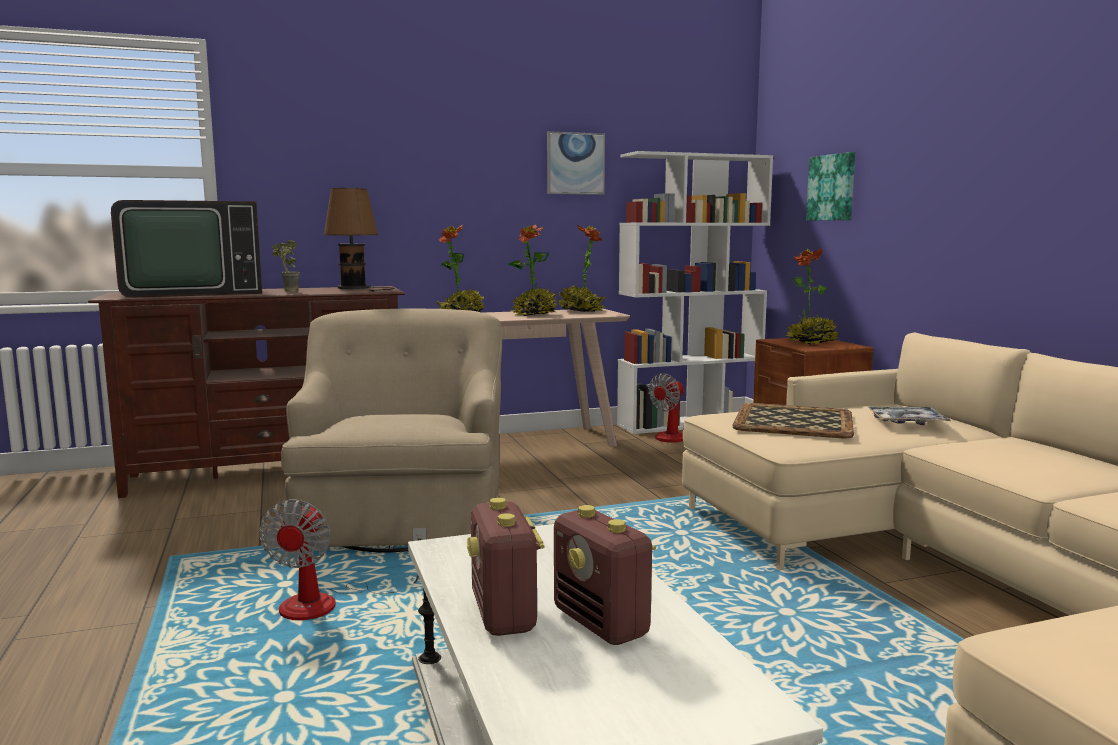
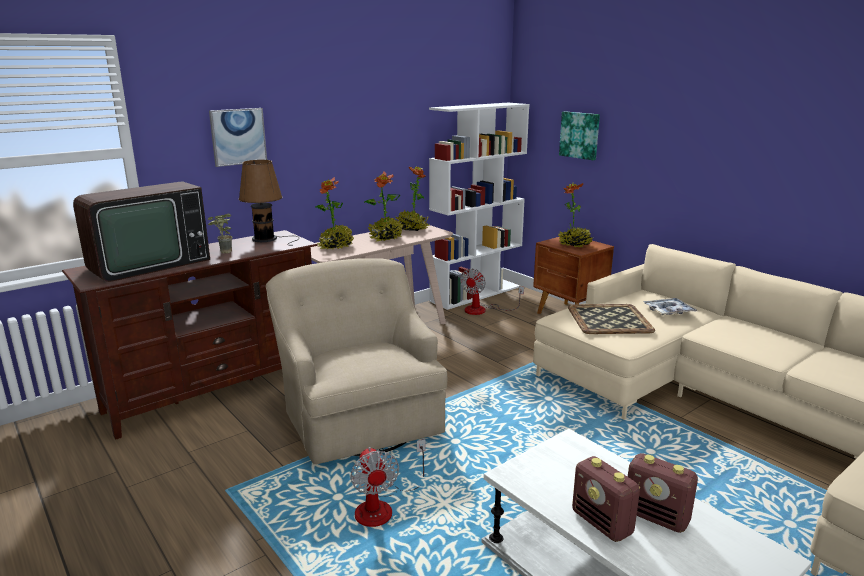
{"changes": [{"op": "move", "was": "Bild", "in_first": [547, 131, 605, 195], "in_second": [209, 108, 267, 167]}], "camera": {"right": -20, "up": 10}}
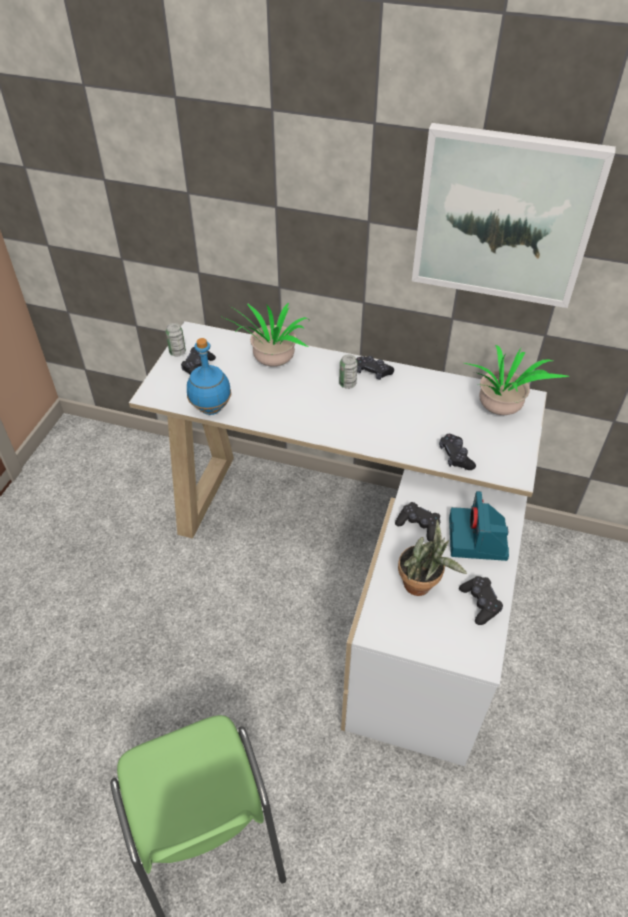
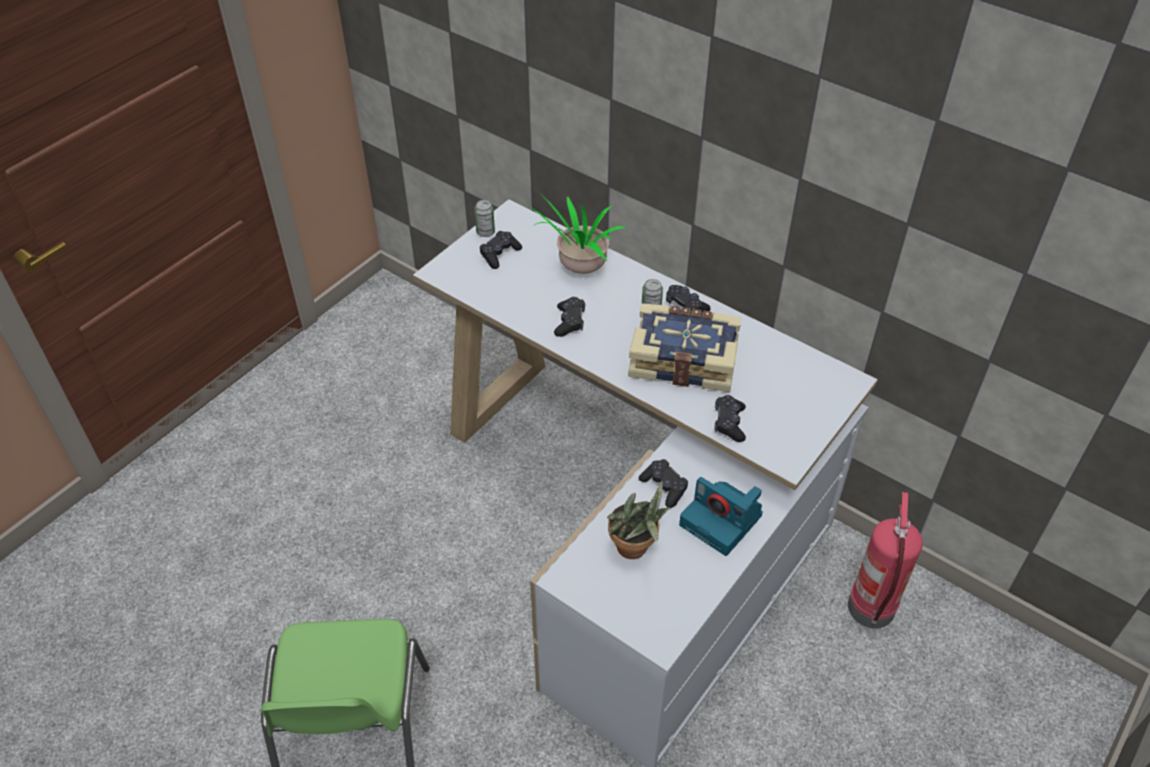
{"changes": [{"op": "delete", "was": "Flasche [blau]", "in_first": [187, 338, 231, 415]}, {"op": "delete", "was": "Bild", "in_first": [412, 123, 616, 308]}, {"op": "rotate", "was": "Kamera", "in_first": [449, 491, 509, 561], "in_second": [679, 477, 763, 556], "clockwise": -75}, {"op": "move", "was": "Gamepad [schwarz]", "in_first": [459, 576, 503, 625], "in_second": [554, 297, 585, 337]}, {"op": "delete", "was": "Topfpflanze", "in_first": [464, 345, 569, 415]}, {"op": "insert", "now": "Buch", "in_second": [628, 304, 741, 392]}, {"op": "insert", "now": "Feuerlöscher", "in_second": [848, 492, 923, 628]}], "camera": {"right": 20, "up": 0}}
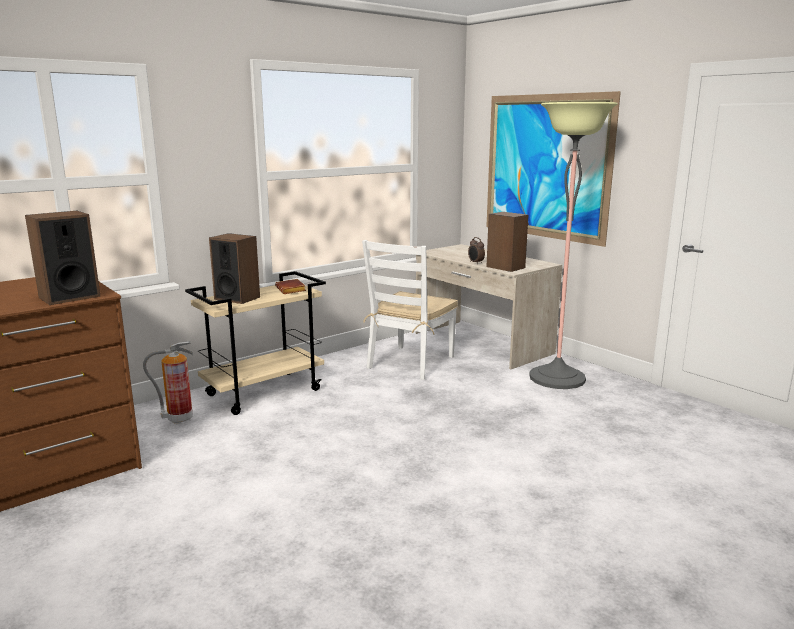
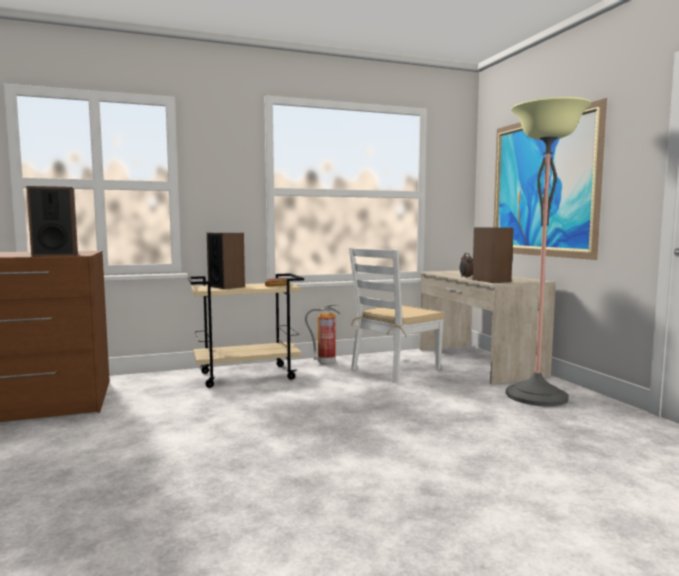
{"changes": [{"op": "move", "was": "Feuerlöscher", "in_first": [143, 341, 193, 424], "in_second": [305, 304, 340, 365]}], "camera": {"right": 20, "up": -10}}
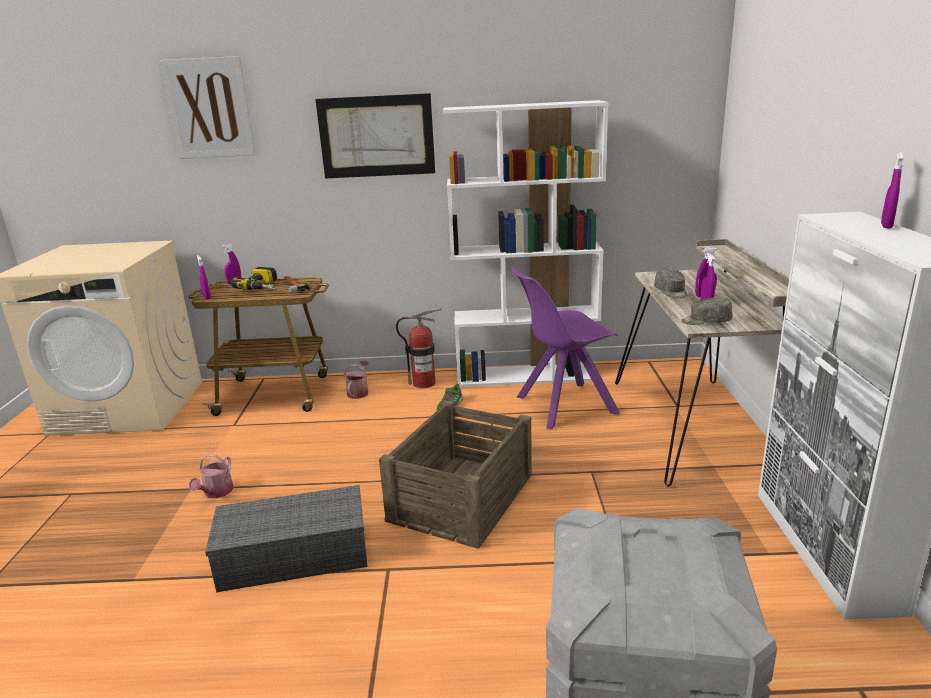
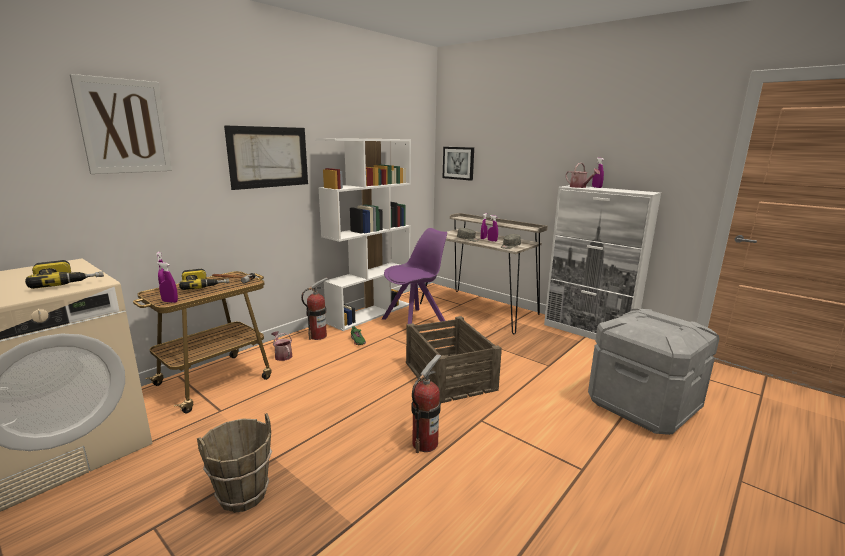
{"changes": [{"op": "move", "was": "Gießkanne", "in_first": [188, 454, 234, 498], "in_second": [565, 163, 600, 188]}, {"op": "replace", "was": "Aufbewahrungsbox [grau]", "now": "Feuerlöscher", "in_first": [205, 485, 368, 592], "in_second": [412, 354, 441, 453]}, {"op": "rotate", "was": "Stuhl [lila]", "in_first": [511, 266, 619, 429], "in_second": [382, 228, 447, 324], "clockwise": -150}, {"op": "insert", "now": "Bohrmaschine", "in_second": [25, 260, 104, 289]}, {"op": "insert", "now": "Eimer [braun]", "in_second": [197, 413, 272, 513]}, {"op": "insert", "now": "Bild", "in_second": [443, 147, 474, 181]}], "camera": {"right": -50, "up": -5}}
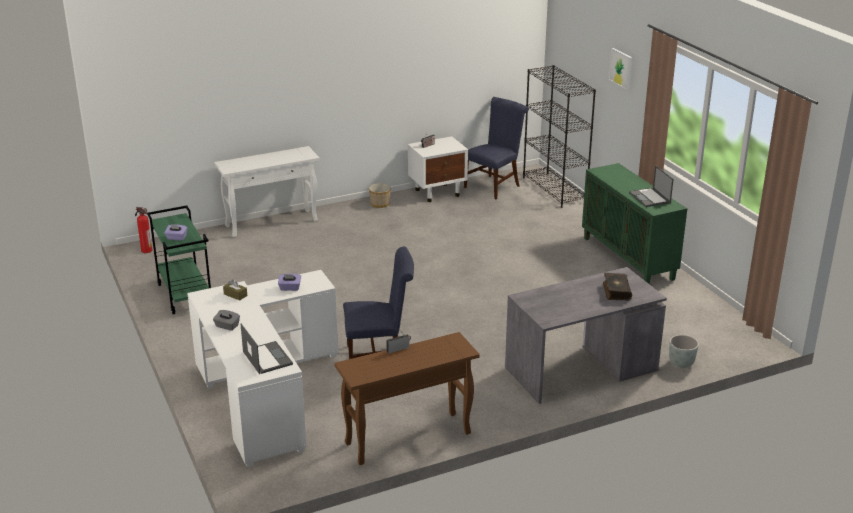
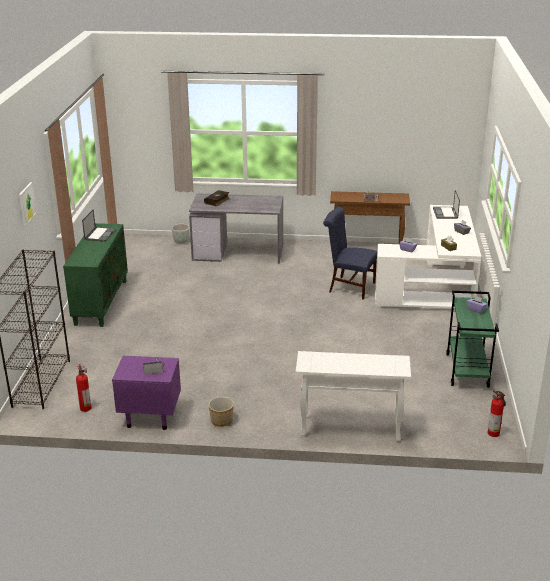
{"changes": [{"op": "recolor", "was": "Nachttisch [weiß]", "now": "Nachttisch [lila]", "in_first": [408, 136, 468, 202], "in_second": [112, 356, 181, 430]}, {"op": "replace", "was": "Stuhl [blau]", "now": "Feuerlöscher", "in_first": [464, 97, 529, 199], "in_second": [76, 364, 92, 412]}], "camera": {"right": -150, "up": 0}}
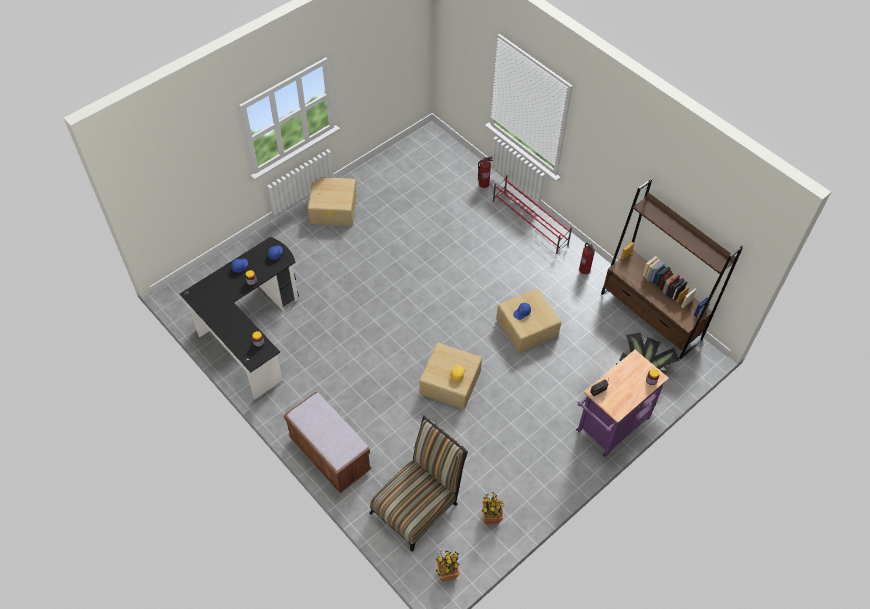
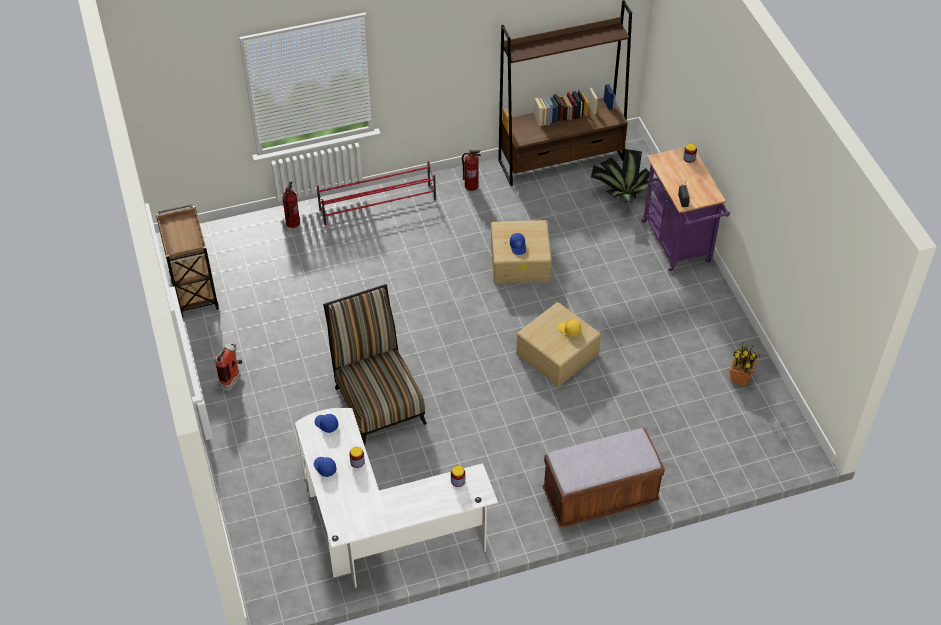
{"changes": [{"op": "recolor", "was": "Schreibtisch [schwarz]", "now": "Schreibtisch [weiß]", "in_first": [180, 237, 299, 399], "in_second": [295, 408, 498, 588]}, {"op": "replace", "was": "Aufbewahrungsbox [beige]", "now": "Feuerlöscher", "in_first": [308, 177, 357, 226], "in_second": [215, 343, 242, 391]}, {"op": "move", "was": "Stuhl", "in_first": [369, 416, 468, 552], "in_second": [323, 284, 427, 446]}, {"op": "delete", "was": "Topfpflanze", "in_first": [435, 551, 460, 582]}, {"op": "insert", "now": "Rollwagen [braun]", "in_second": [156, 204, 219, 318]}], "camera": {"right": -65, "up": -5}}
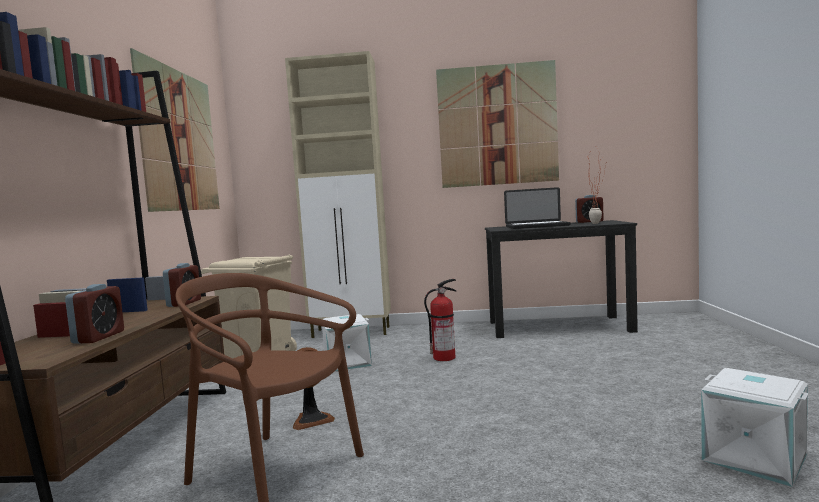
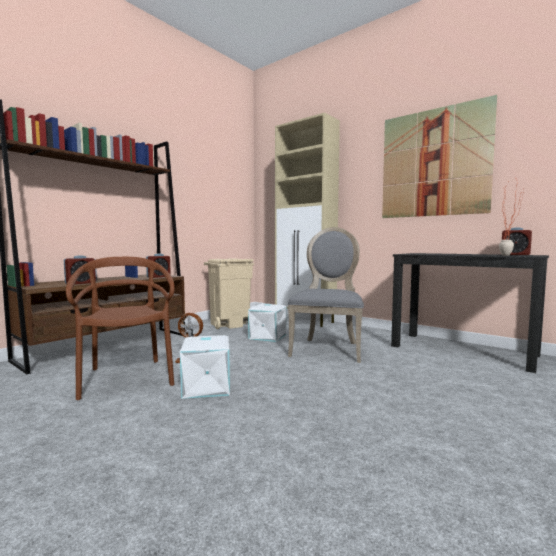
{"changes": [{"op": "delete", "was": "Bild", "in_first": [130, 48, 220, 212]}, {"op": "replace", "was": "Feuerlöscher", "now": "Stuhl [grau]", "in_first": [424, 279, 457, 361], "in_second": [288, 227, 364, 363]}, {"op": "delete", "was": "Laptop", "in_first": [504, 187, 571, 229]}, {"op": "move", "was": "Aufbewahrungsbox [weiß]", "in_first": [701, 368, 809, 487], "in_second": [180, 335, 230, 399]}], "camera": {"right": 35, "up": 0}}
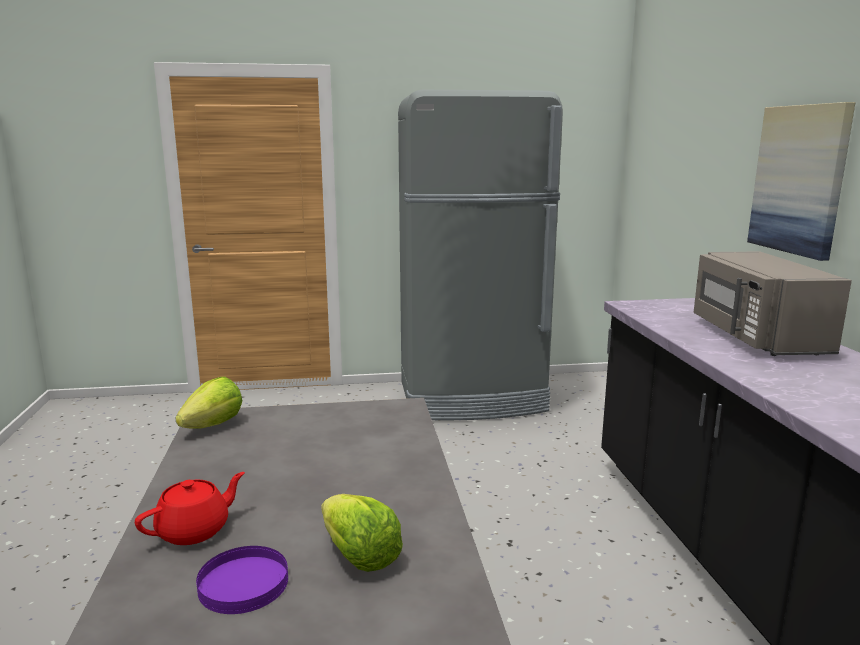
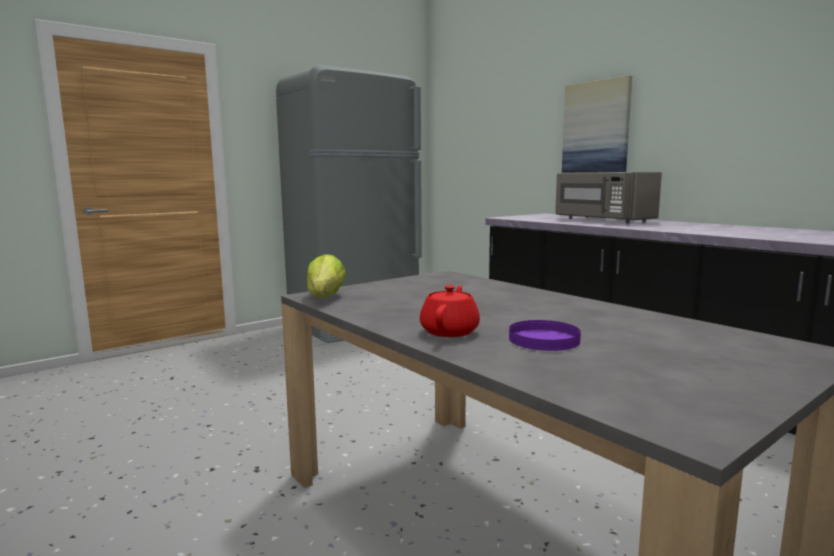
{"changes": [{"op": "delete", "was": "Salatkopf", "in_first": [321, 494, 403, 572]}], "camera": {"right": -30, "up": -5}}
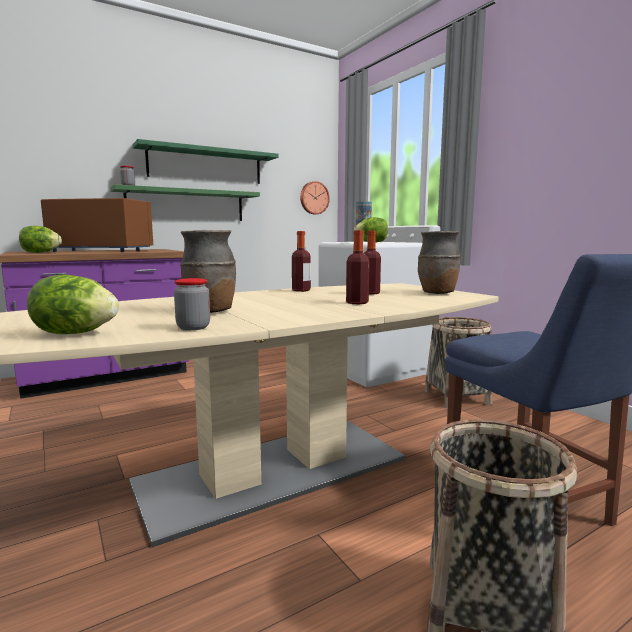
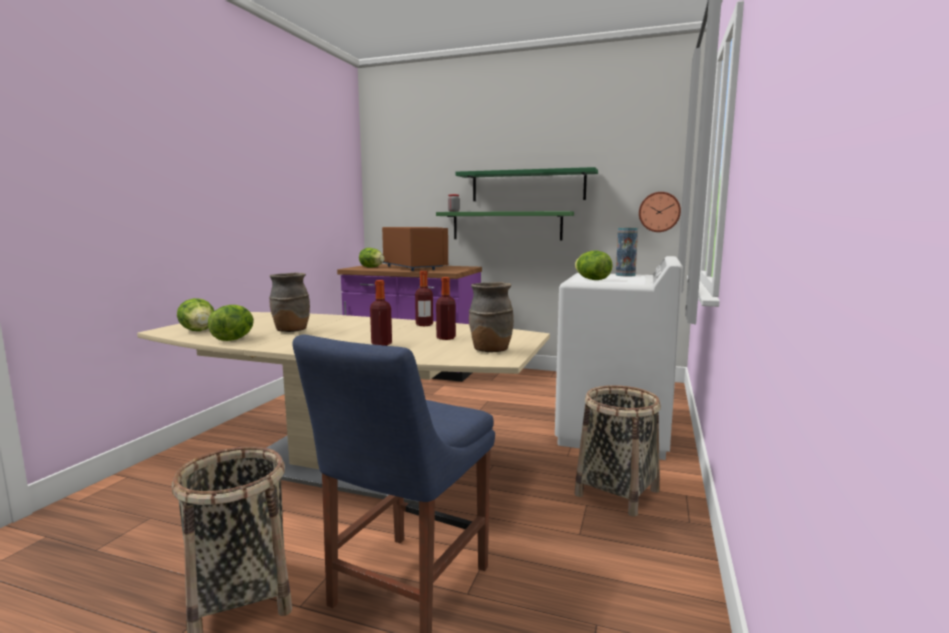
{"changes": [{"op": "replace", "was": "Vorratsglas", "now": "Salatkopf", "in_first": [174, 278, 210, 330], "in_second": [208, 305, 254, 341]}], "camera": {"right": 50, "up": 0}}
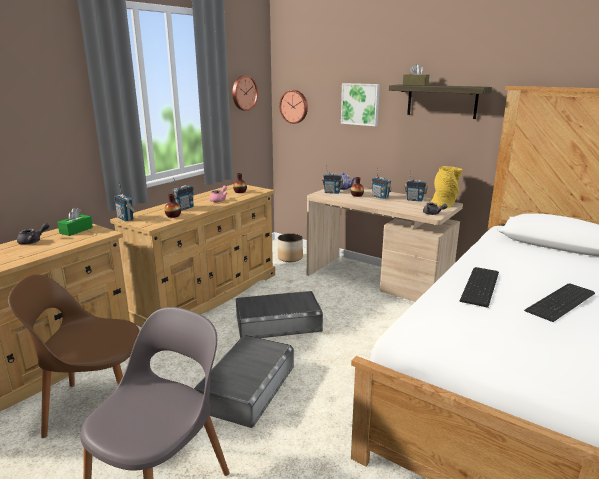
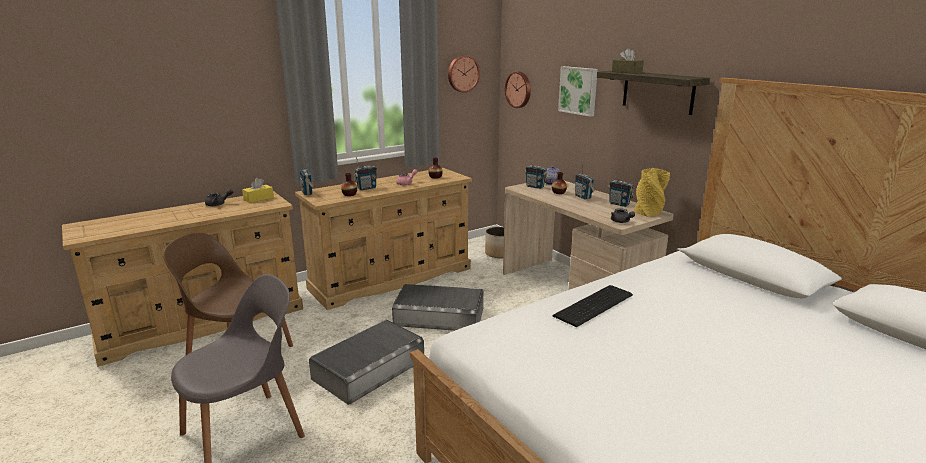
{"changes": [{"op": "recolor", "was": "Taschentuchbox [grün]", "now": "Taschentuchbox [gelb]", "in_first": [57, 208, 93, 236], "in_second": [242, 178, 274, 203]}, {"op": "delete", "was": "Tastatur", "in_first": [524, 284, 595, 322]}], "camera": {"right": 20, "up": 0}}
